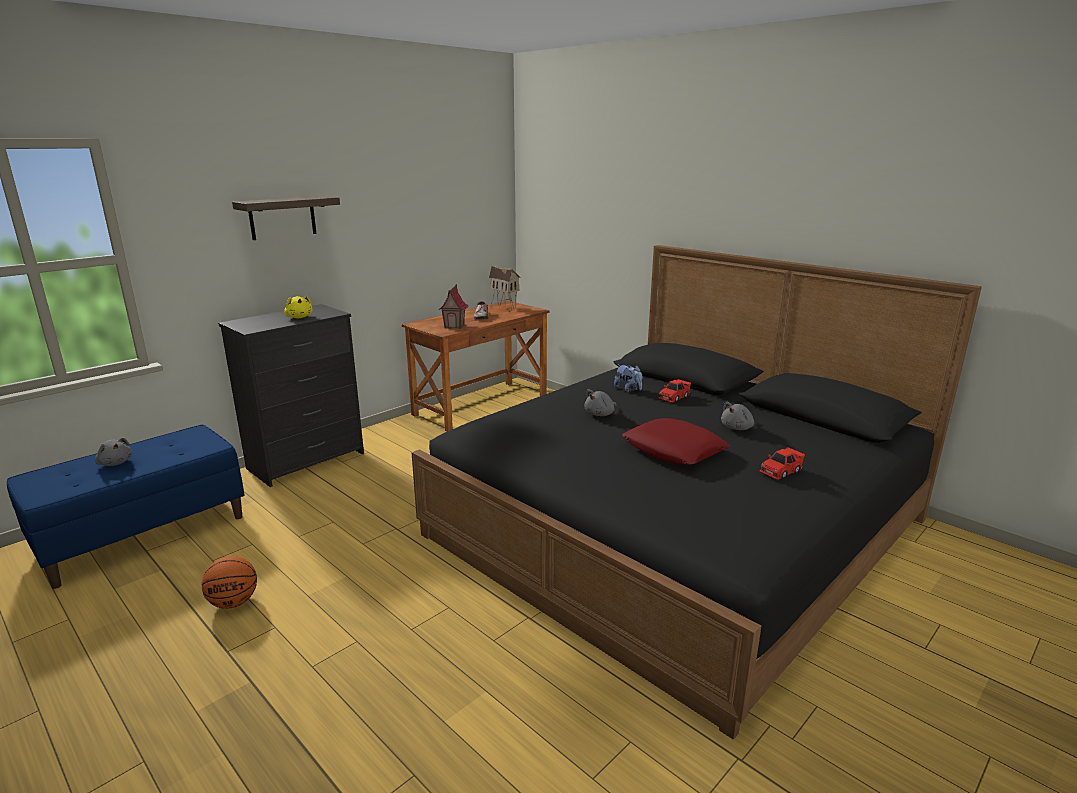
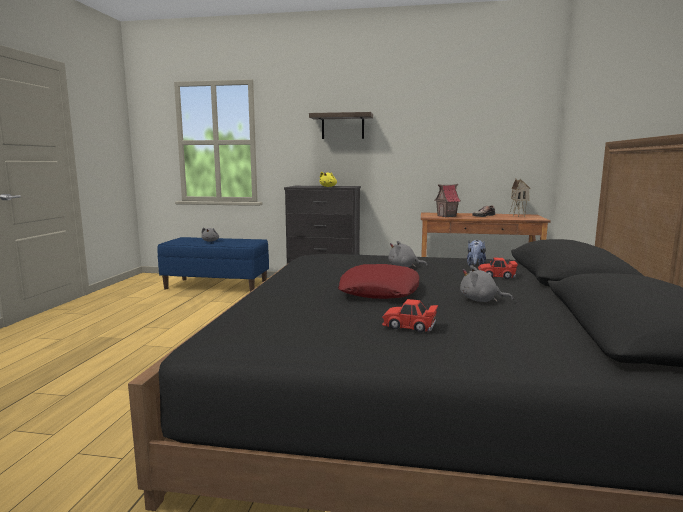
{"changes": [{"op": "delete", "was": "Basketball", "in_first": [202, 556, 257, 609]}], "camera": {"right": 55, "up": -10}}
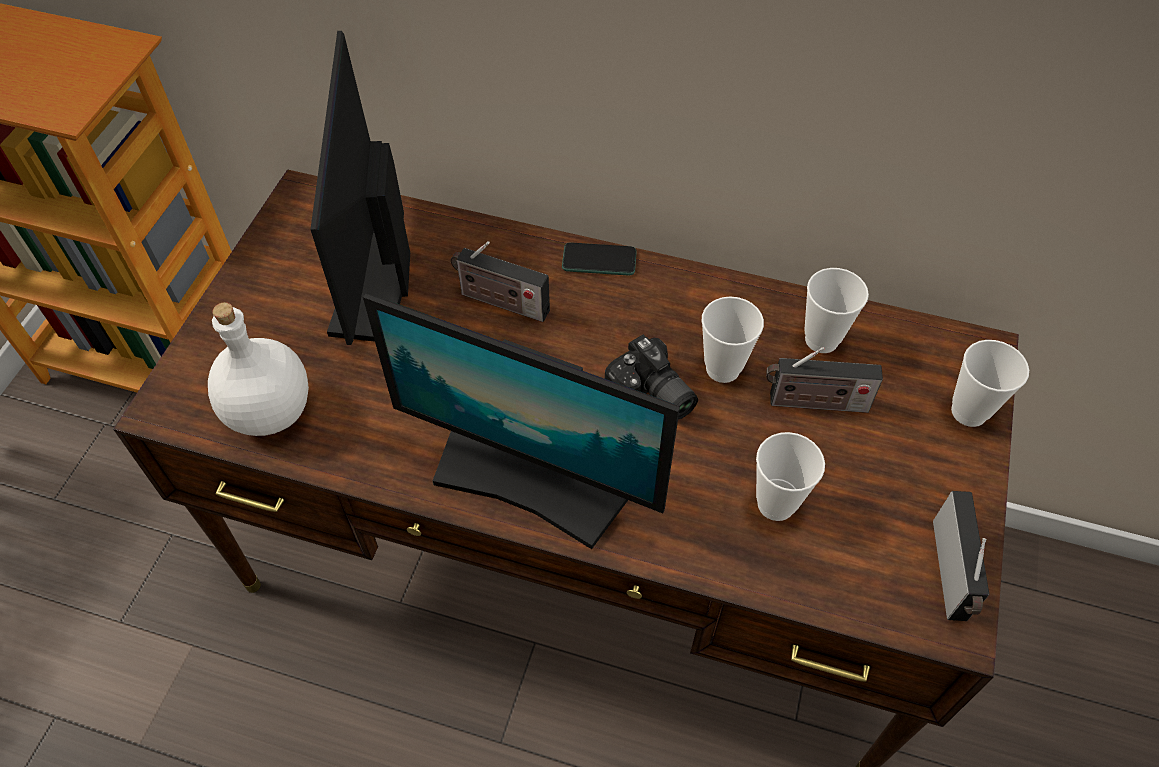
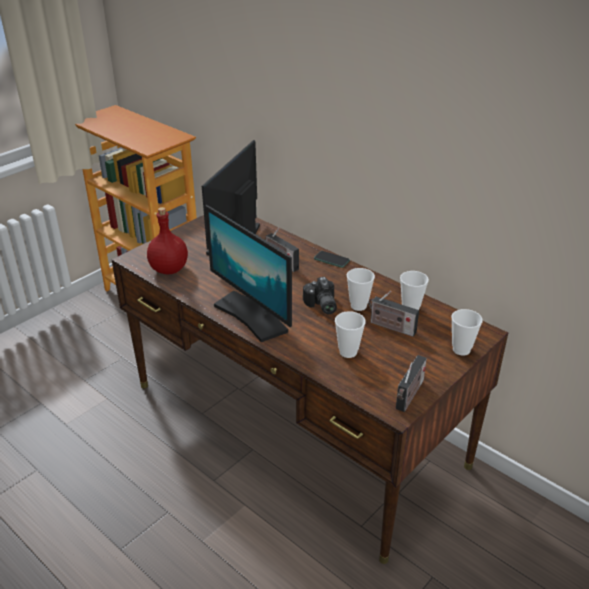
{"changes": [{"op": "recolor", "was": "Flasche [weiß]", "now": "Flasche [rot]", "in_first": [208, 302, 309, 436], "in_second": [147, 207, 188, 274]}], "camera": {"right": 25, "up": -20}}
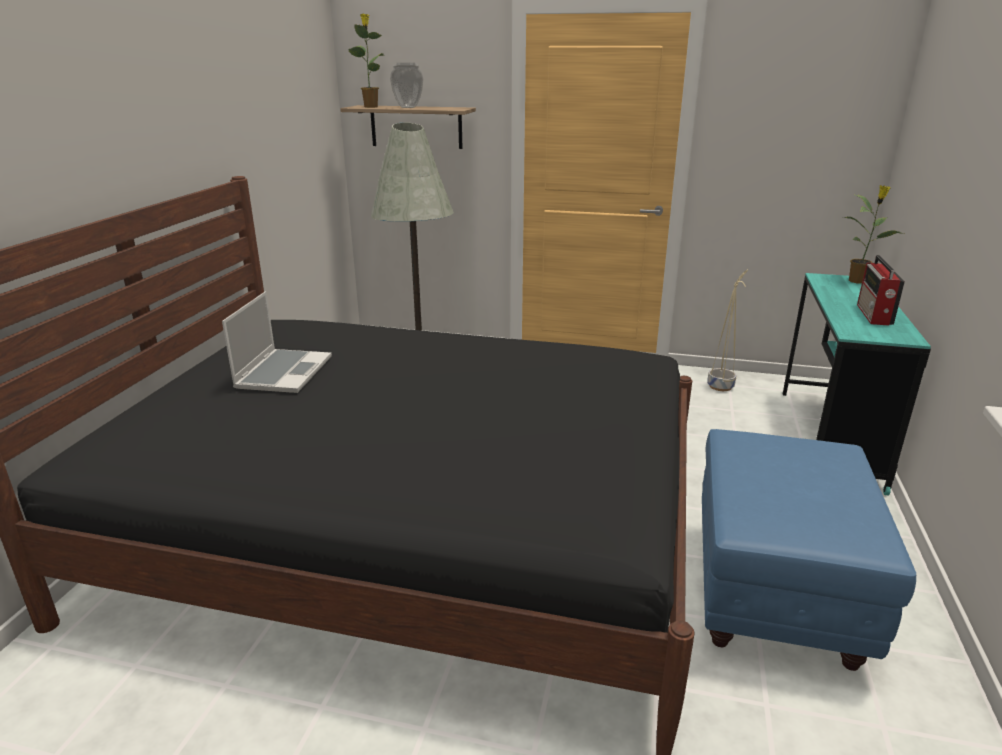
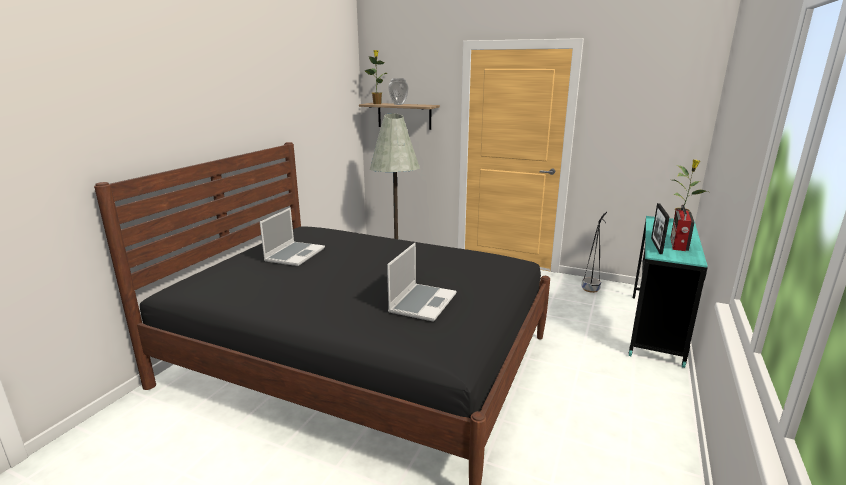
{"changes": [{"op": "delete", "was": "Polsterhocker [blau]", "in_first": [702, 429, 916, 671]}, {"op": "recolor", "was": "Pflanzkübel [beige]", "now": "Pflanzkübel [schwarz]", "in_first": [707, 269, 748, 391], "in_second": [581, 212, 607, 293]}, {"op": "insert", "now": "Laptop", "in_second": [387, 243, 457, 322]}, {"op": "insert", "now": "Bilderrahmen", "in_second": [651, 203, 670, 254]}], "camera": {"right": 10, "up": -5}}
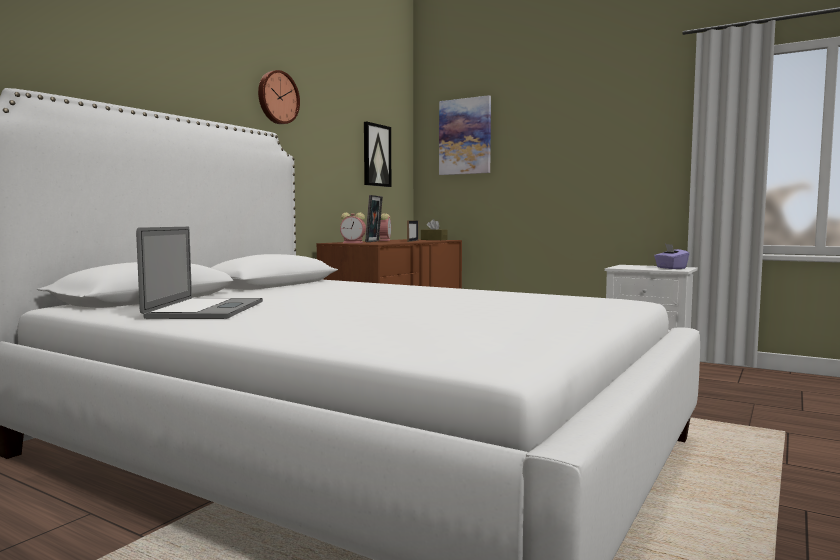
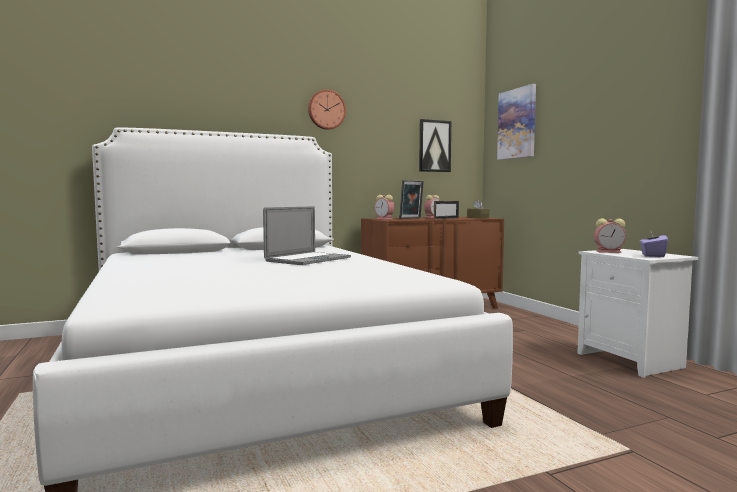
{"changes": [{"op": "move", "was": "Laptop", "in_first": [136, 227, 263, 319], "in_second": [263, 206, 351, 265]}, {"op": "insert", "now": "Wecker", "in_second": [594, 218, 626, 253]}], "camera": {"right": 35, "up": 0}}
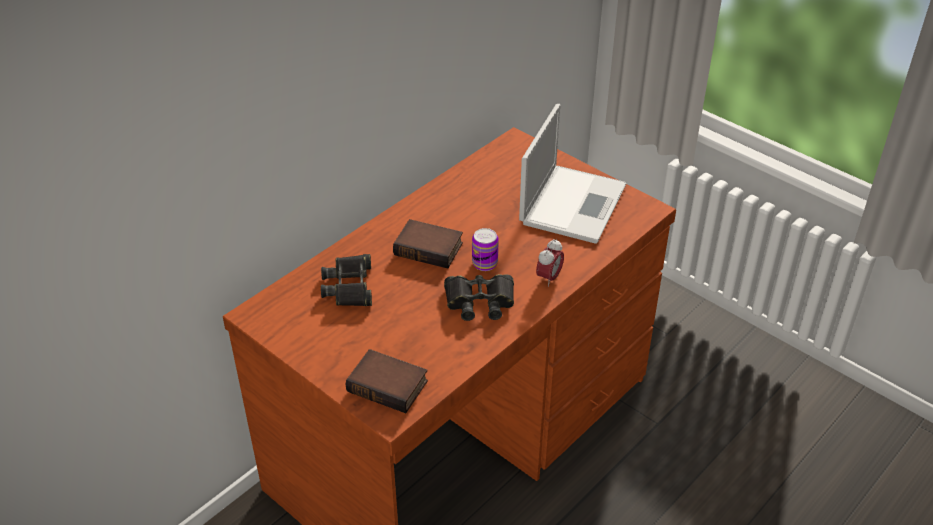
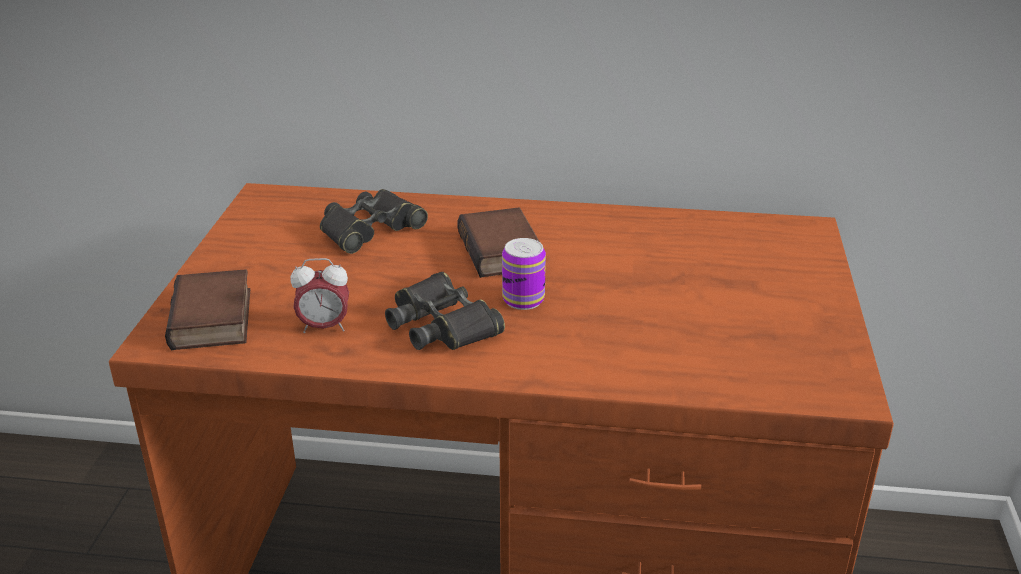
{"changes": [{"op": "delete", "was": "Laptop", "in_first": [519, 104, 627, 244]}, {"op": "move", "was": "Wecker", "in_first": [536, 239, 564, 287], "in_second": [290, 258, 349, 333]}], "camera": {"right": 55, "up": -10}}
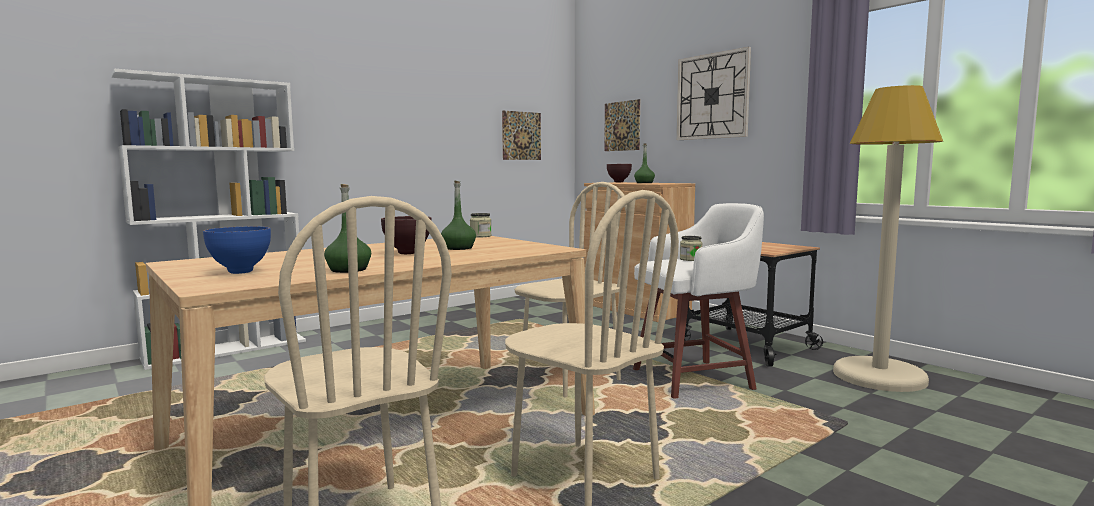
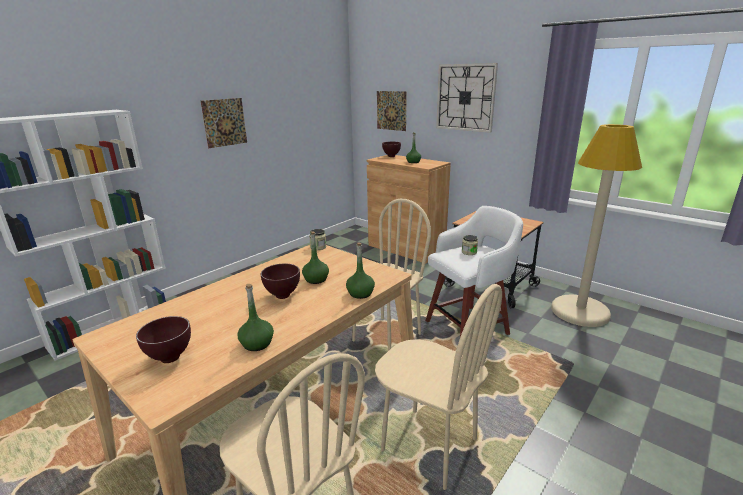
{"changes": [{"op": "recolor", "was": "Schüssel [blau]", "now": "Schüssel [braun]", "in_first": [203, 226, 271, 274], "in_second": [136, 316, 191, 363]}, {"op": "move", "was": "Bild", "in_first": [502, 110, 541, 160], "in_second": [201, 98, 247, 148]}, {"op": "insert", "now": "Flasche [grün]", "in_second": [346, 242, 375, 299]}], "camera": {"right": -10, "up": 15}}
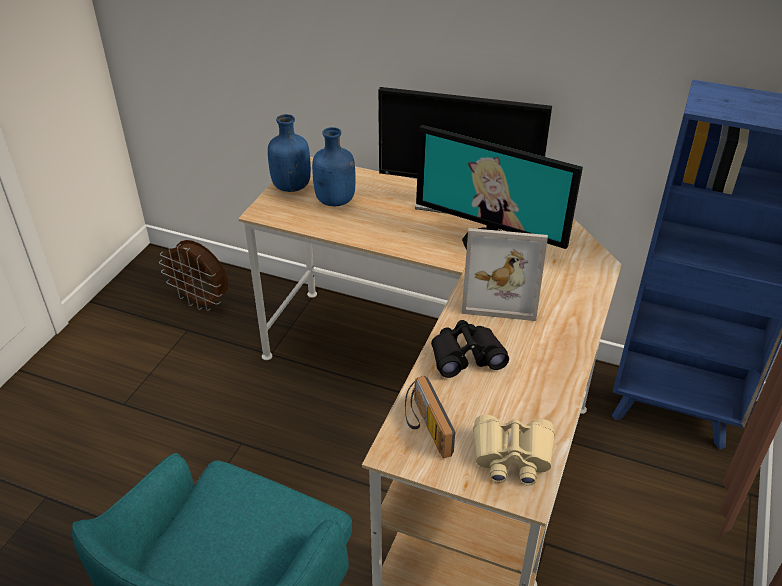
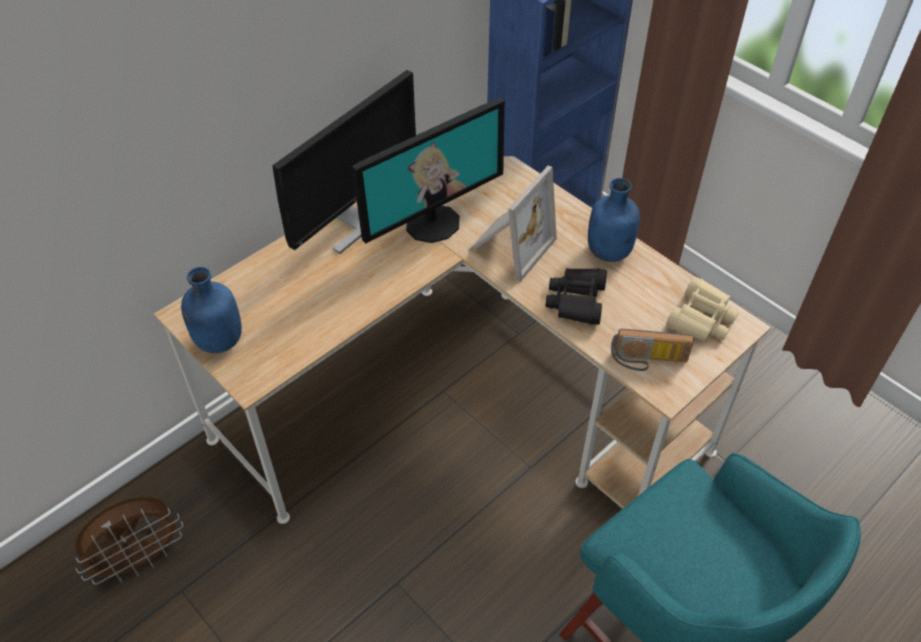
{"changes": [{"op": "move", "was": "Flasche [blau]", "in_first": [312, 127, 356, 206], "in_second": [588, 178, 640, 262]}], "camera": {"right": -65, "up": 10}}
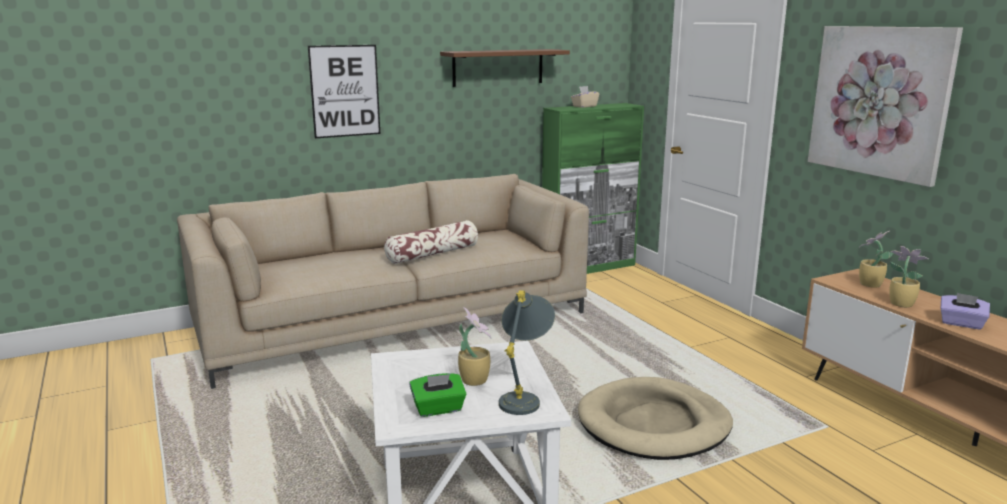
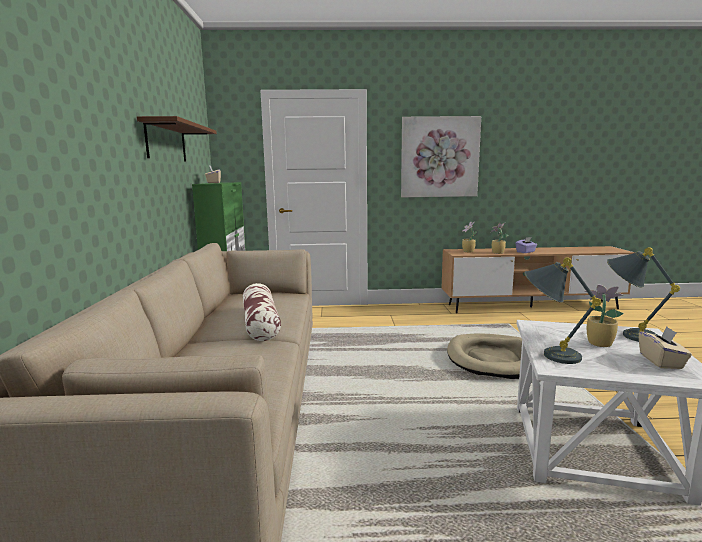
{"changes": [{"op": "delete", "was": "Bild", "in_first": [308, 45, 380, 138]}, {"op": "recolor", "was": "Taschentuchbox [grün]", "now": "Taschentuchbox [beige]", "in_first": [409, 373, 466, 417], "in_second": [639, 327, 692, 369]}, {"op": "insert", "now": "Tischlampe [grau]", "in_second": [525, 257, 601, 364]}], "camera": {"right": -65, "up": -5}}
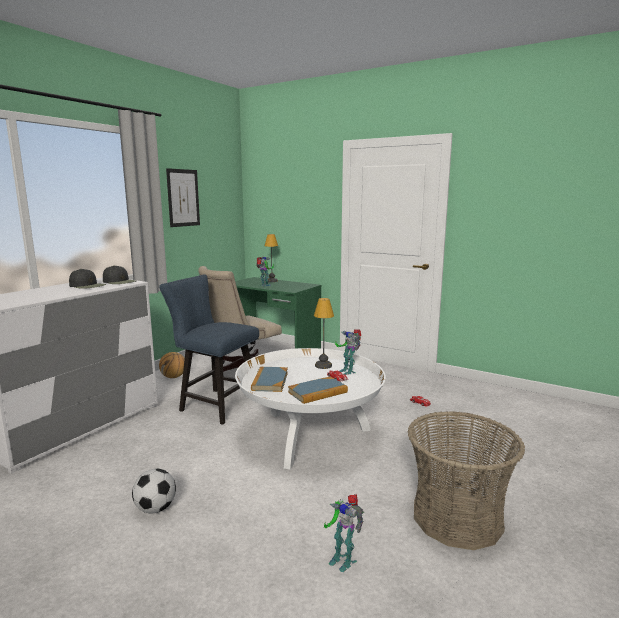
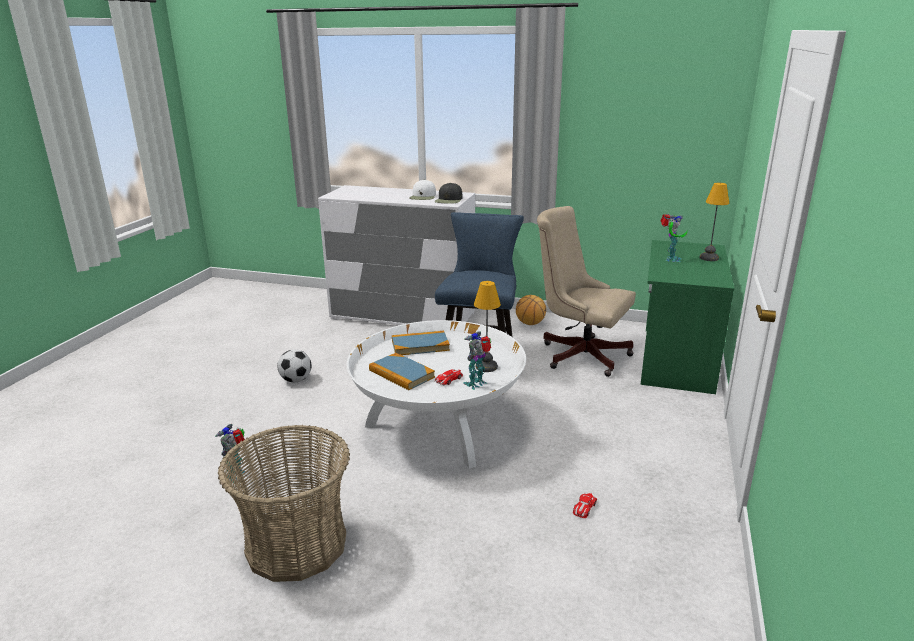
{"changes": [{"op": "recolor", "was": "Kappe [schwarz]", "now": "Kappe [weiß]", "in_first": [69, 269, 106, 289], "in_second": [409, 180, 436, 200]}, {"op": "delete", "was": "Bild", "in_first": [166, 168, 200, 227]}], "camera": {"right": 75, "up": 10}}
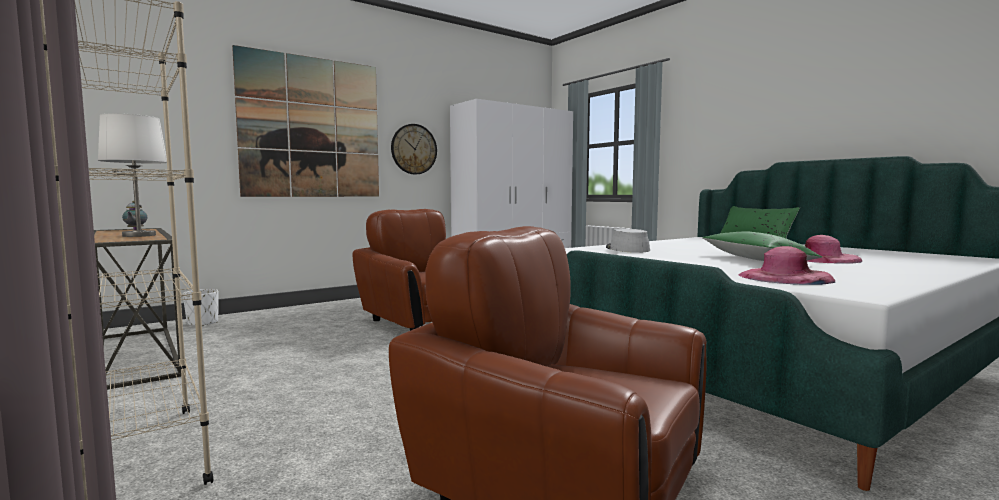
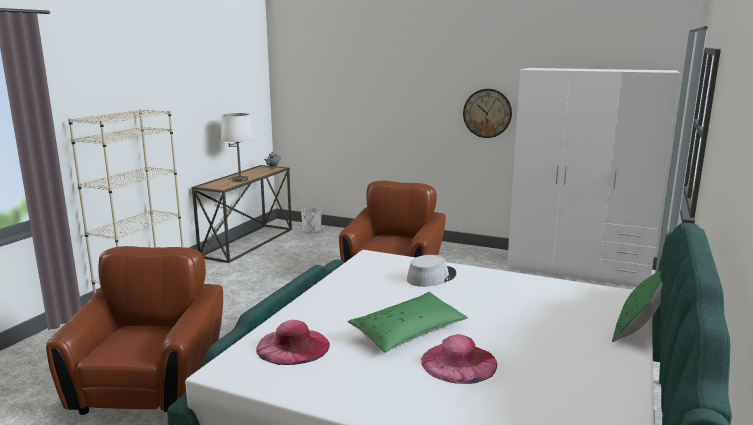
{"changes": [{"op": "delete", "was": "Bild", "in_first": [232, 45, 379, 197]}], "camera": {"right": 60, "up": 10}}
